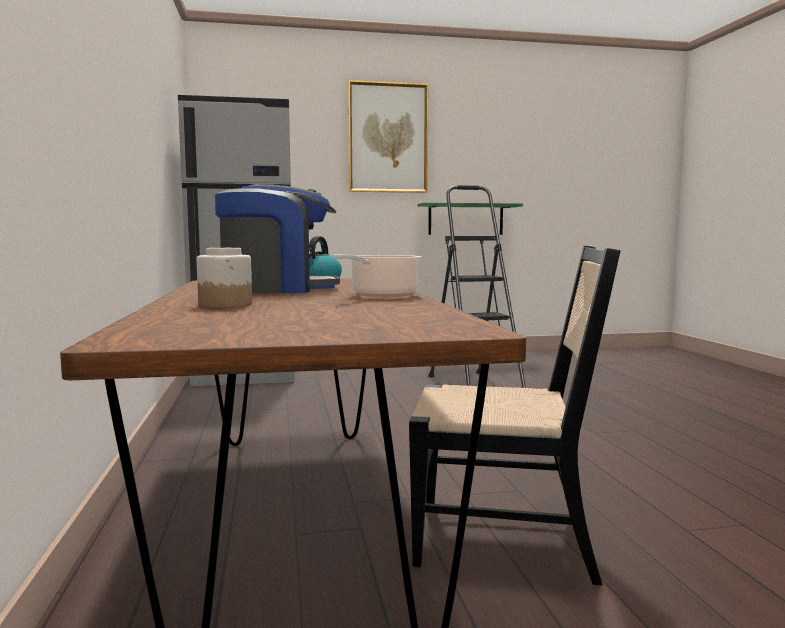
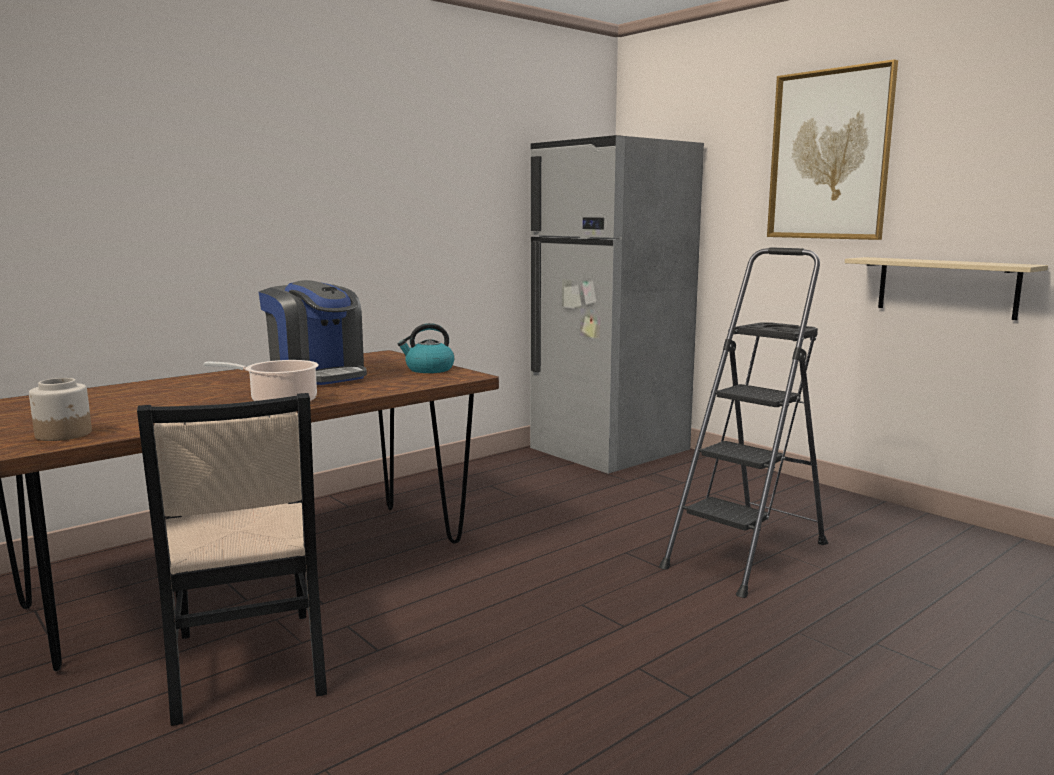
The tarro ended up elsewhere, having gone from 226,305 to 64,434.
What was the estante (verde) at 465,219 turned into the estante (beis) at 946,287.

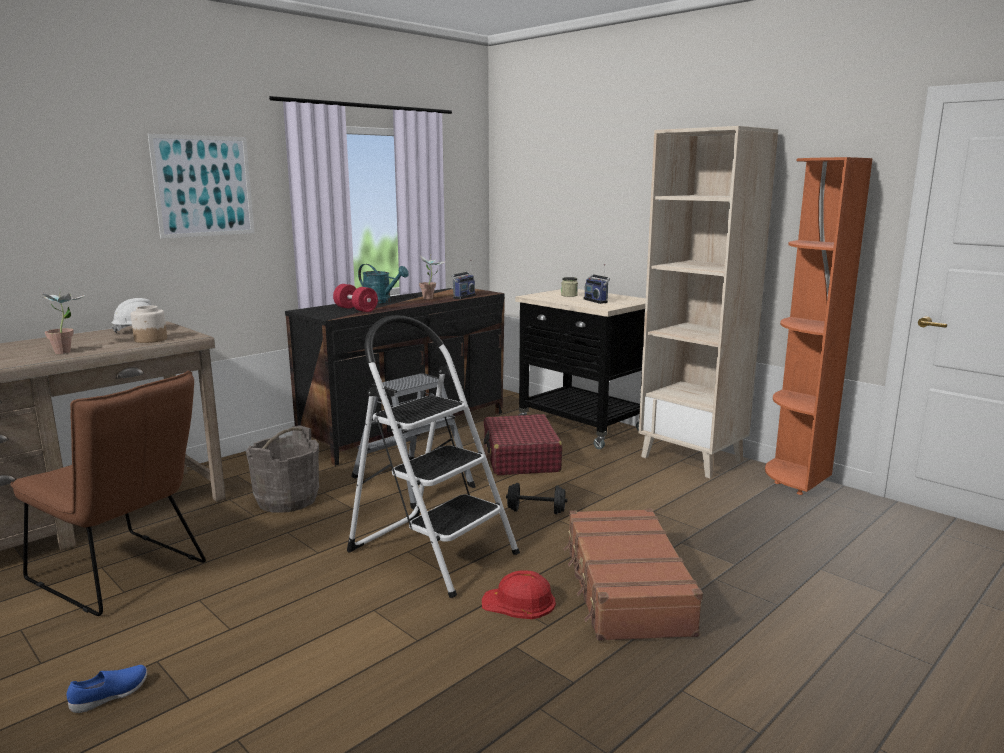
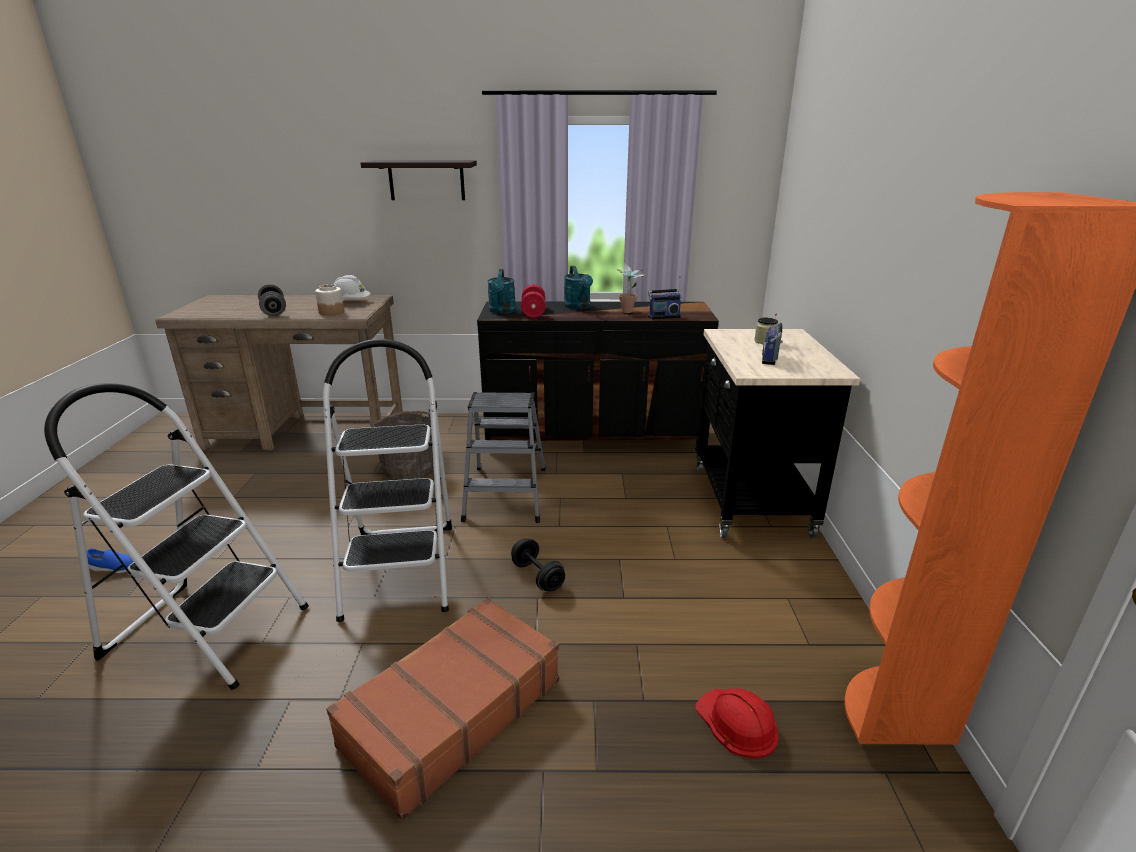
The second view gained the escalera de tijera at 203,630.
Where the planta en maceta stood at 68,351, the mancuerna (gris) came to stand at 274,311.
Where the cuadro hung at 204,186, the estante came to hang at 426,180.
The second view gained the regadera (turquesa) at 502,311.
The casco (rojo) ended up elsewhere, having gone from 519,602 to 737,723.
The second view lost the silla (marrón) at 124,575.
The second view lost the maleta (rojo) at 520,458.
The second view lost the estantería (beis) at 693,458.

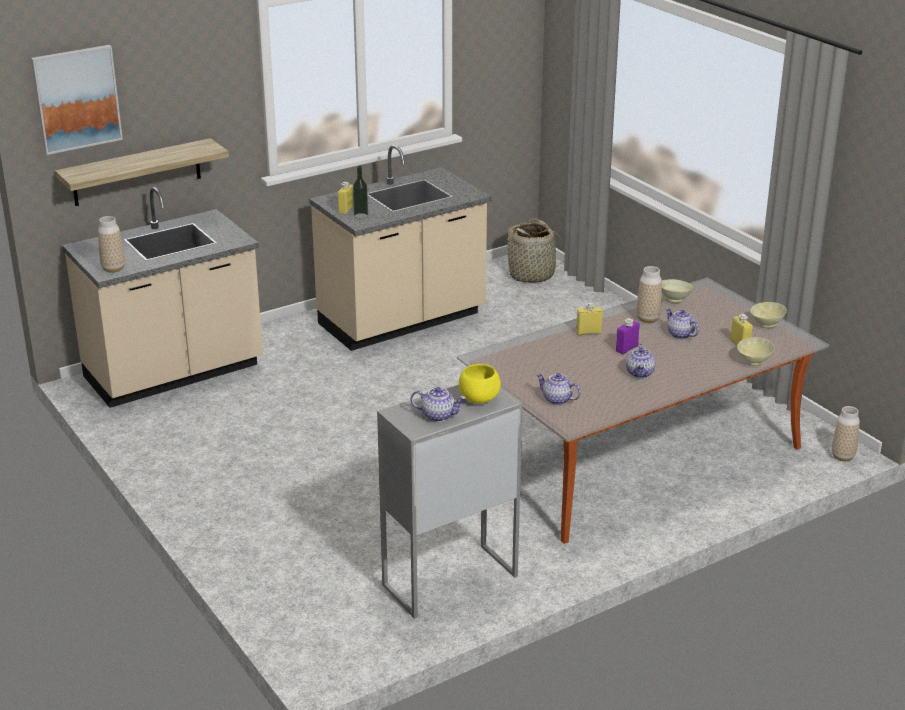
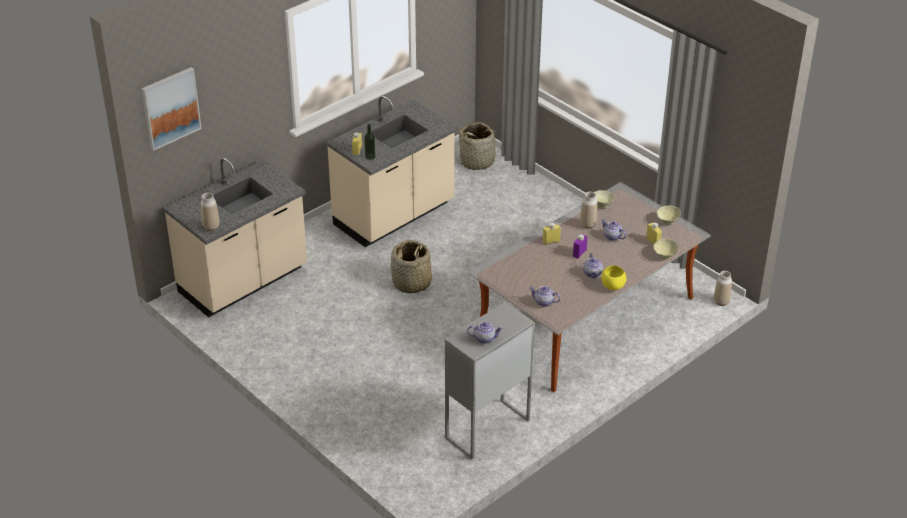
The second view gained the cesta at 412,283.
The cuenco (amarillo) ended up elsewhere, having gone from 479,399 to 613,286.
The second view lost the estante at 136,172.

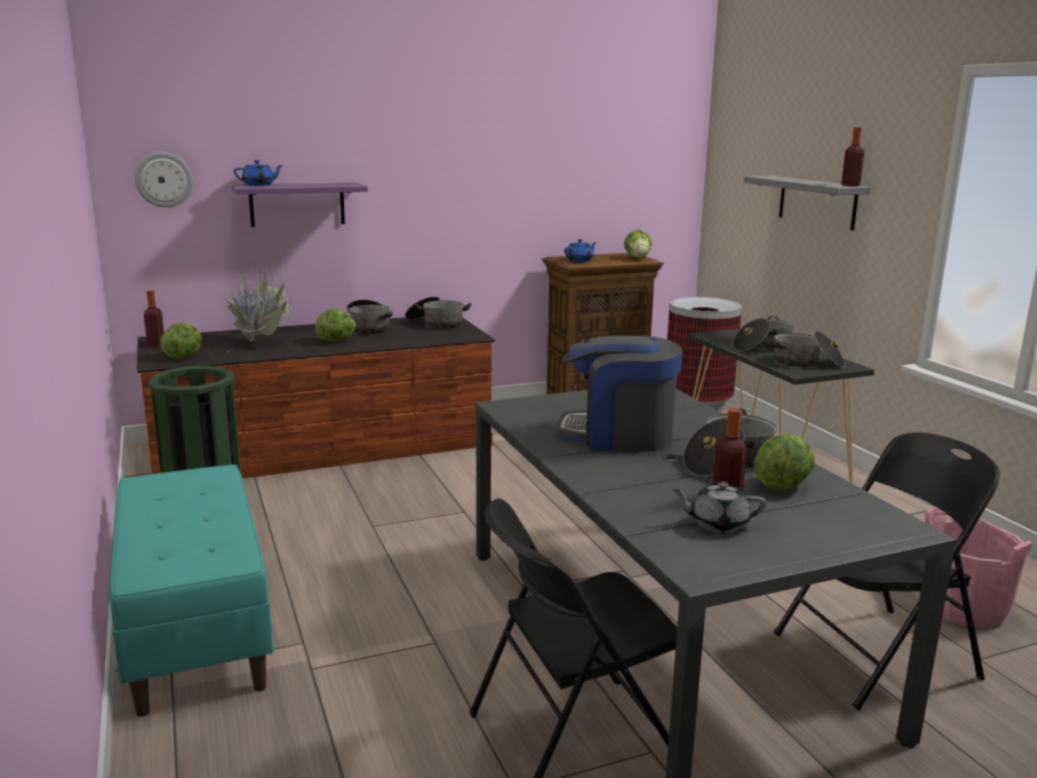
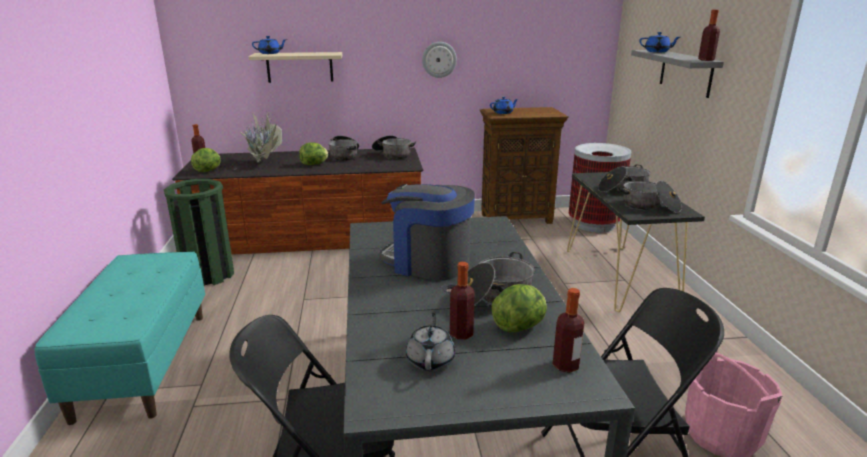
What was the estante (morado) at 297,204 turned into the estante (beis) at 299,67.
The tetera (gris) at 717,524 ended up facing another way, 75 degrees clockwise from before.
The reloj de pared ended up elsewhere, having gone from 164,179 to 439,59.
The second view gained the botella at 565,365.
The second view gained the tetera (azul) at 657,52.
The second view lost the lechuga at 637,258.

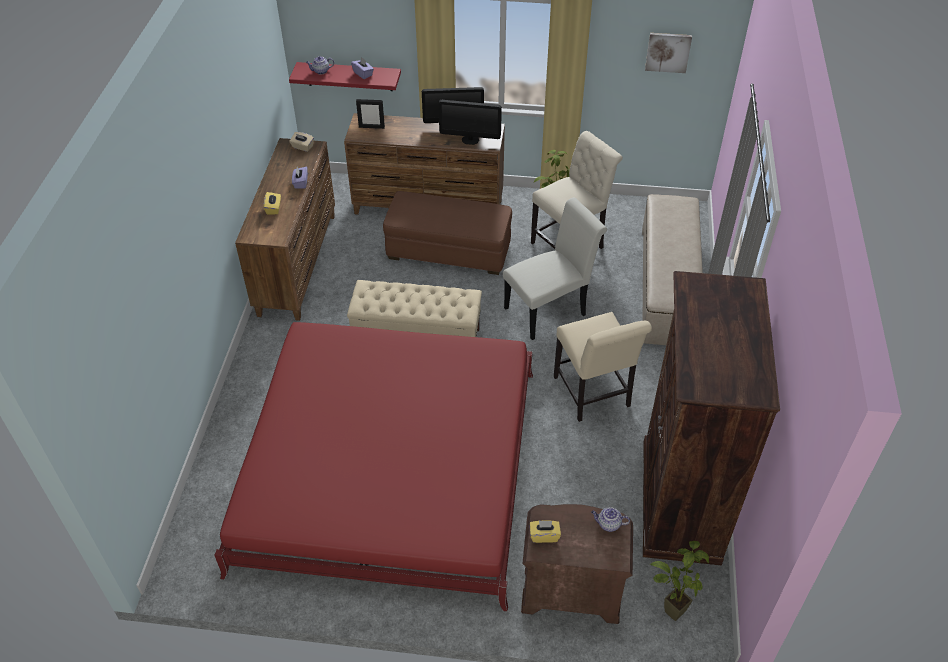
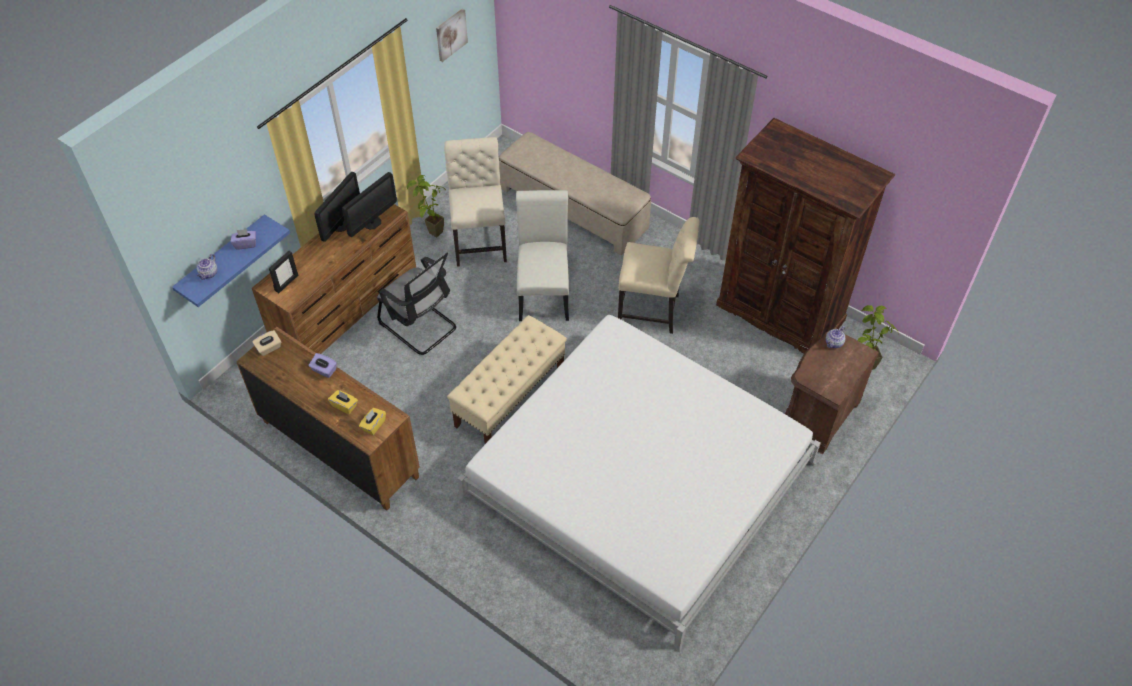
What was the estante (rojo) at 349,76 turned into the estante (azul) at 222,259.
The caja de pañuelos (amarillo) ended up elsewhere, having gone from 544,535 to 373,425.
Where the puf (marrón) stood at 448,251, the silla came to stand at 419,327.
What was the cama (rojo) at 390,468 turned into the cama (blanco) at 638,479.

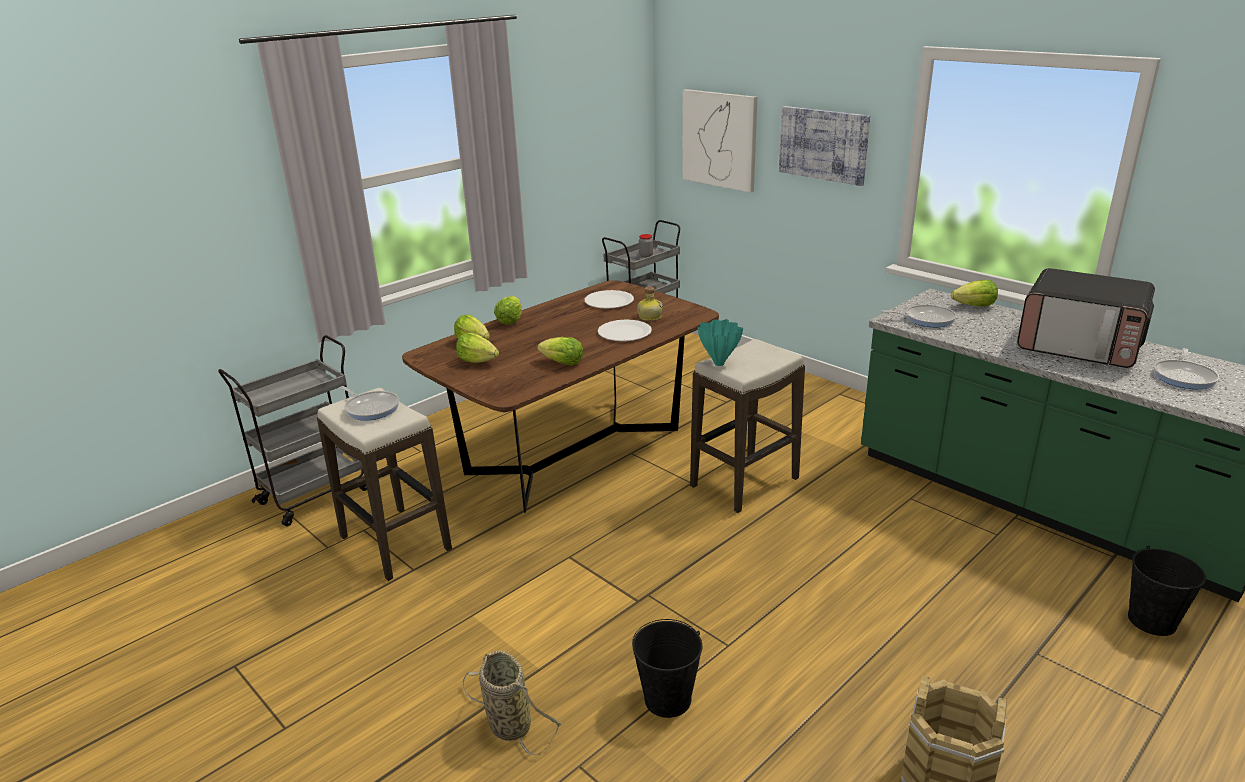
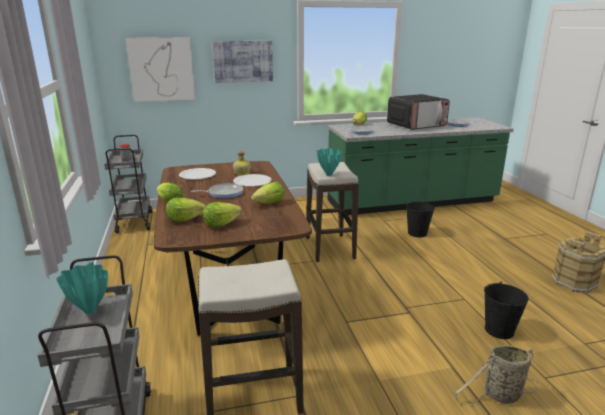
The second view gained the florero (turquesa) at 89,311.
The sartén ended up elsewhere, having gone from 371,408 to 223,193.
The cubo (negro) ended up elsewhere, having gone from 1152,620 to 417,233.

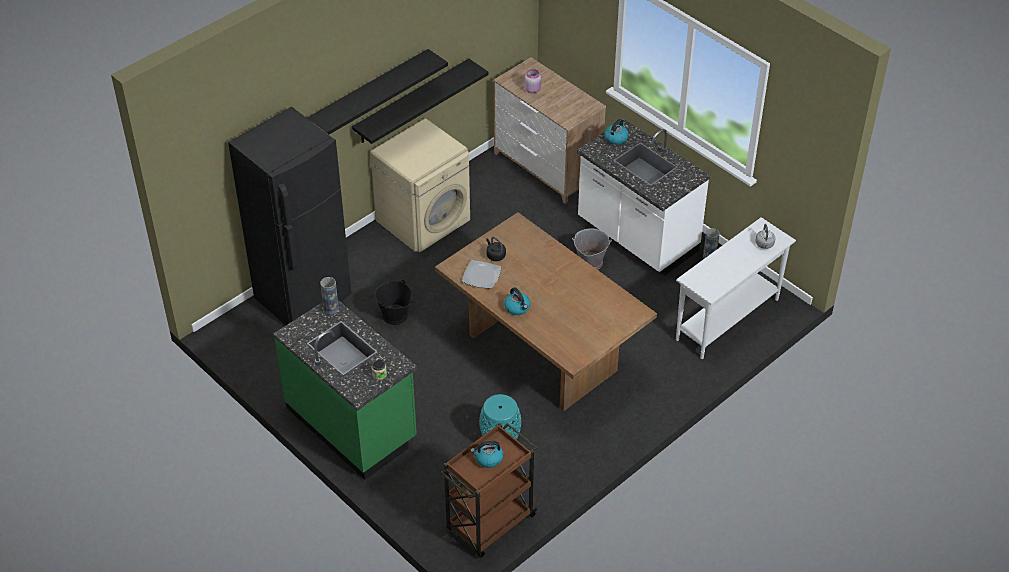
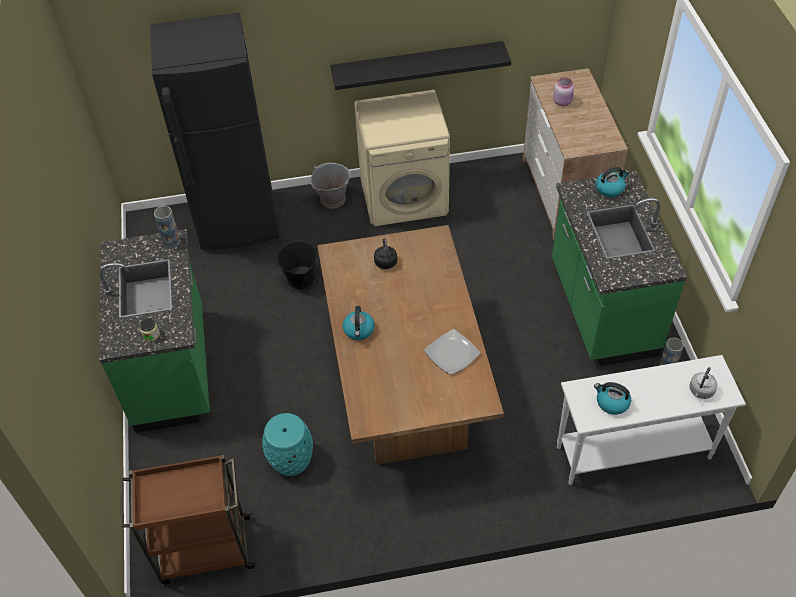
The cubo (gris) ended up elsewhere, having gone from 590,262 to 332,199.
The plato ended up elsewhere, having gone from 481,276 to 451,353.
What was the mueble bajo de cocina (blanco) at 636,237 turned into the mueble bajo de cocina (verde) at 601,309.
The hervidor ended up elsewhere, having gone from 488,459 to 611,402.
The second view lost the estante (negro) at 368,93.

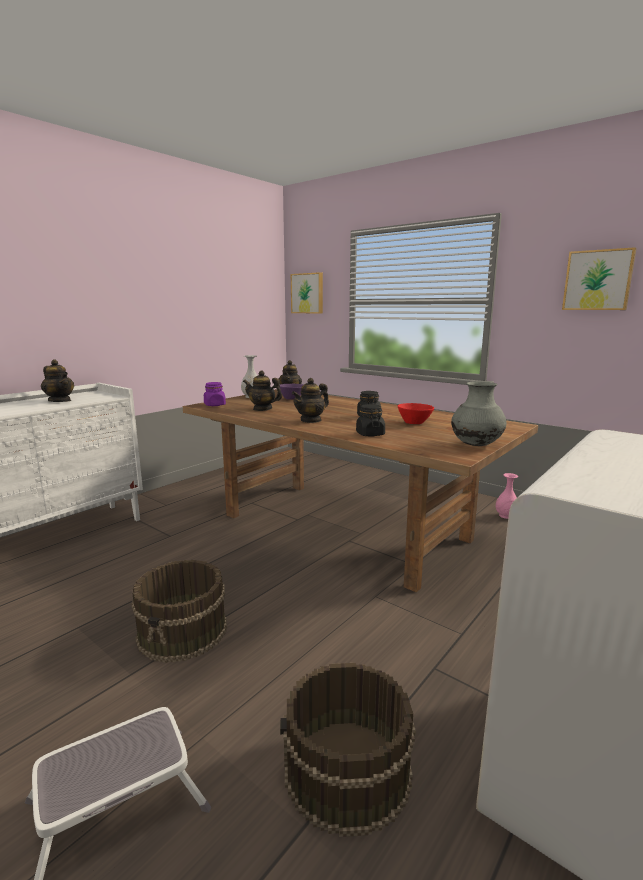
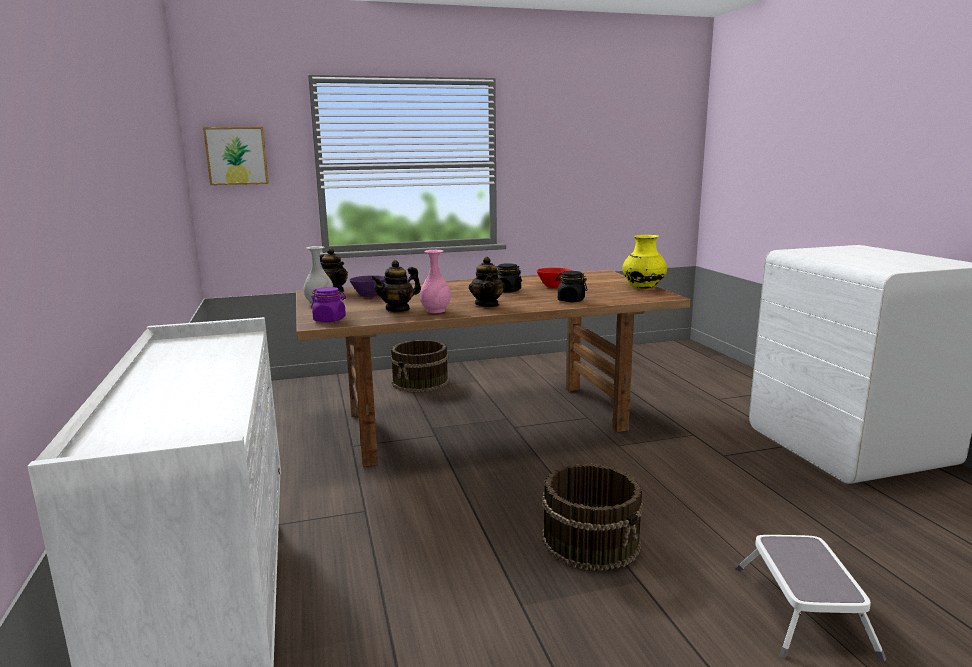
The cubo (marrón) ended up elsewhere, having gone from 347,773 to 421,382.
The florero (rosa) ended up elsewhere, having gone from 506,516 to 436,311.
What was the florero (gris) at 476,445 turned into the florero (amarillo) at 643,288.
The second view lost the tetera at 60,401.
The second view lost the cuadro at 598,280.

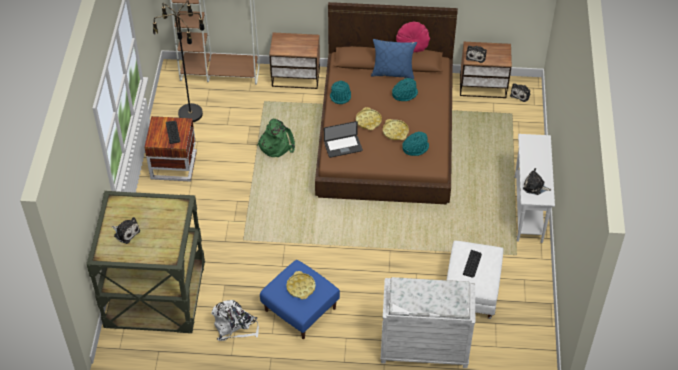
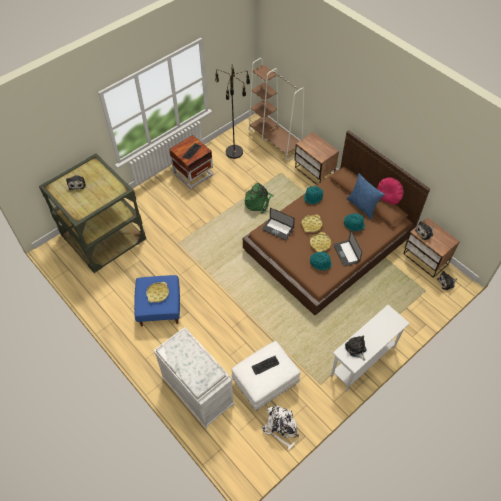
The mochila (blanco) ended up elsewhere, having gone from 235,326 to 281,427.
The second view gained the portátil at 346,253.

